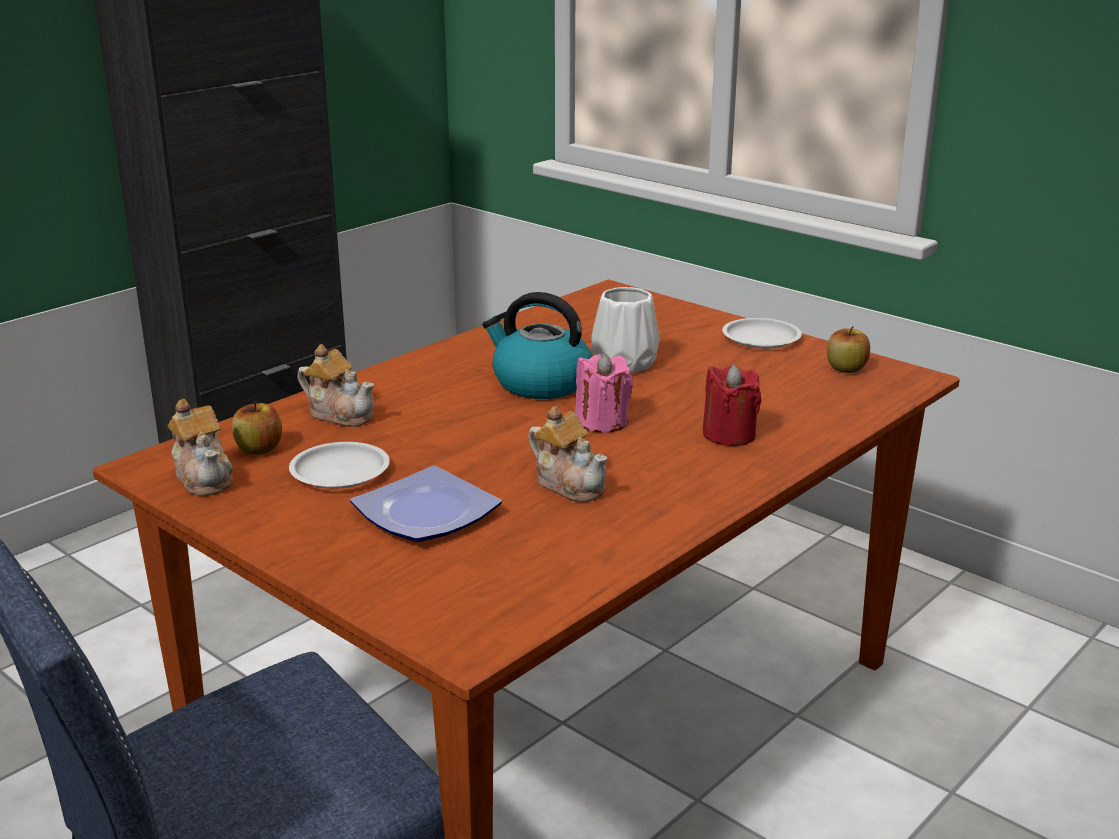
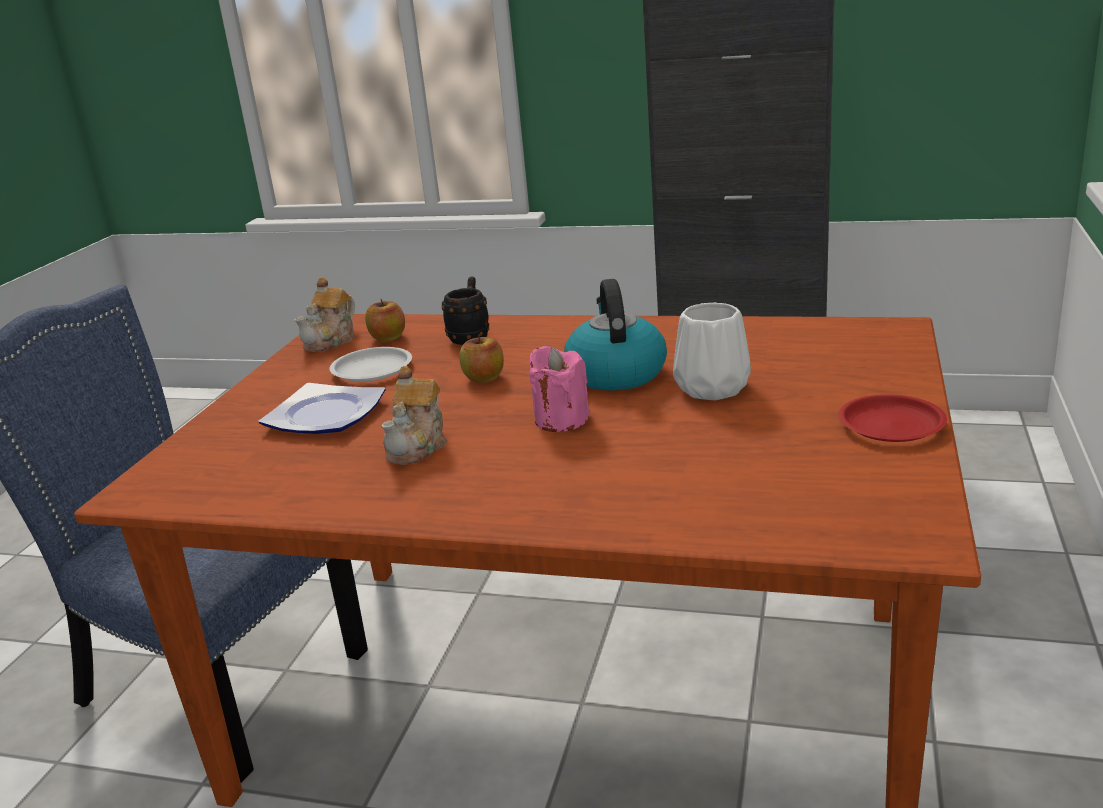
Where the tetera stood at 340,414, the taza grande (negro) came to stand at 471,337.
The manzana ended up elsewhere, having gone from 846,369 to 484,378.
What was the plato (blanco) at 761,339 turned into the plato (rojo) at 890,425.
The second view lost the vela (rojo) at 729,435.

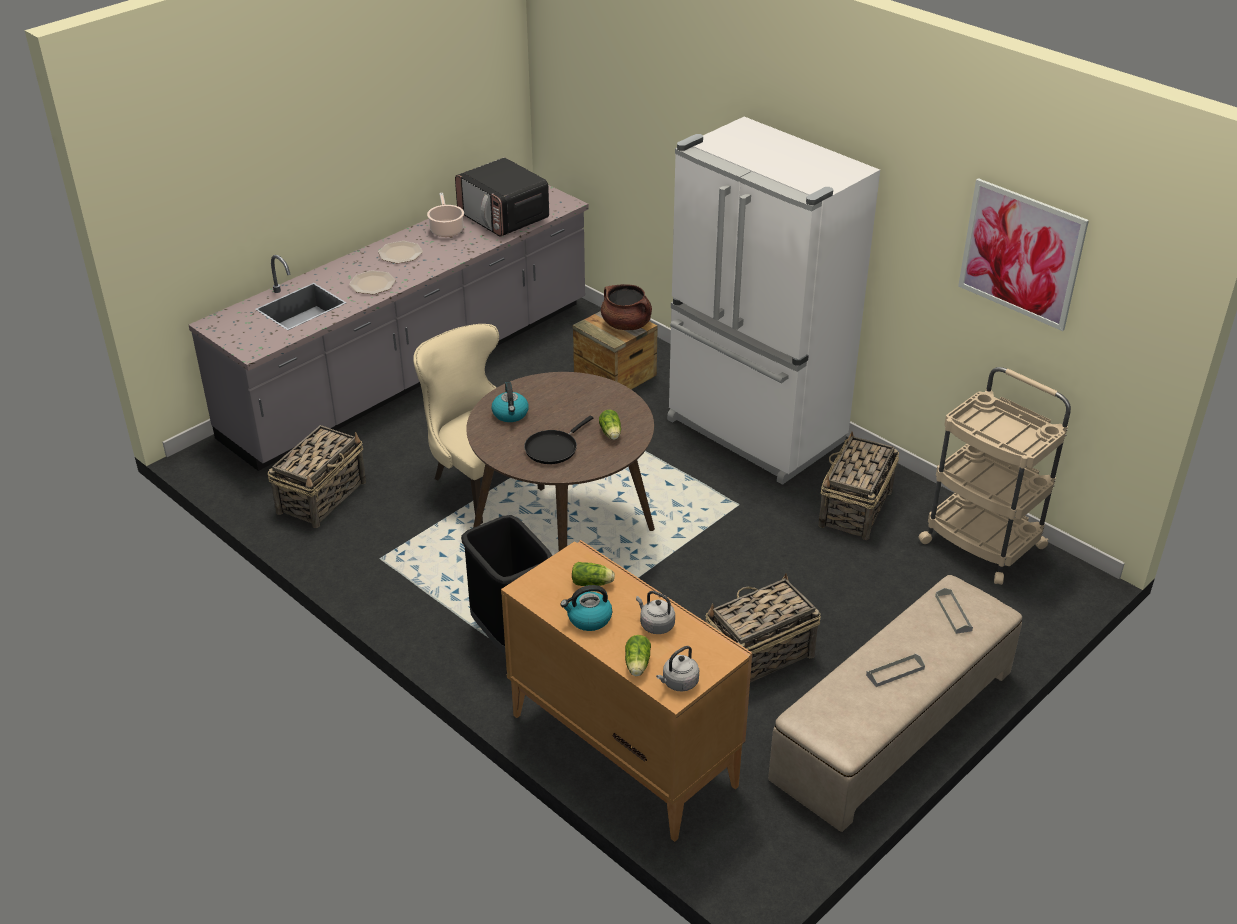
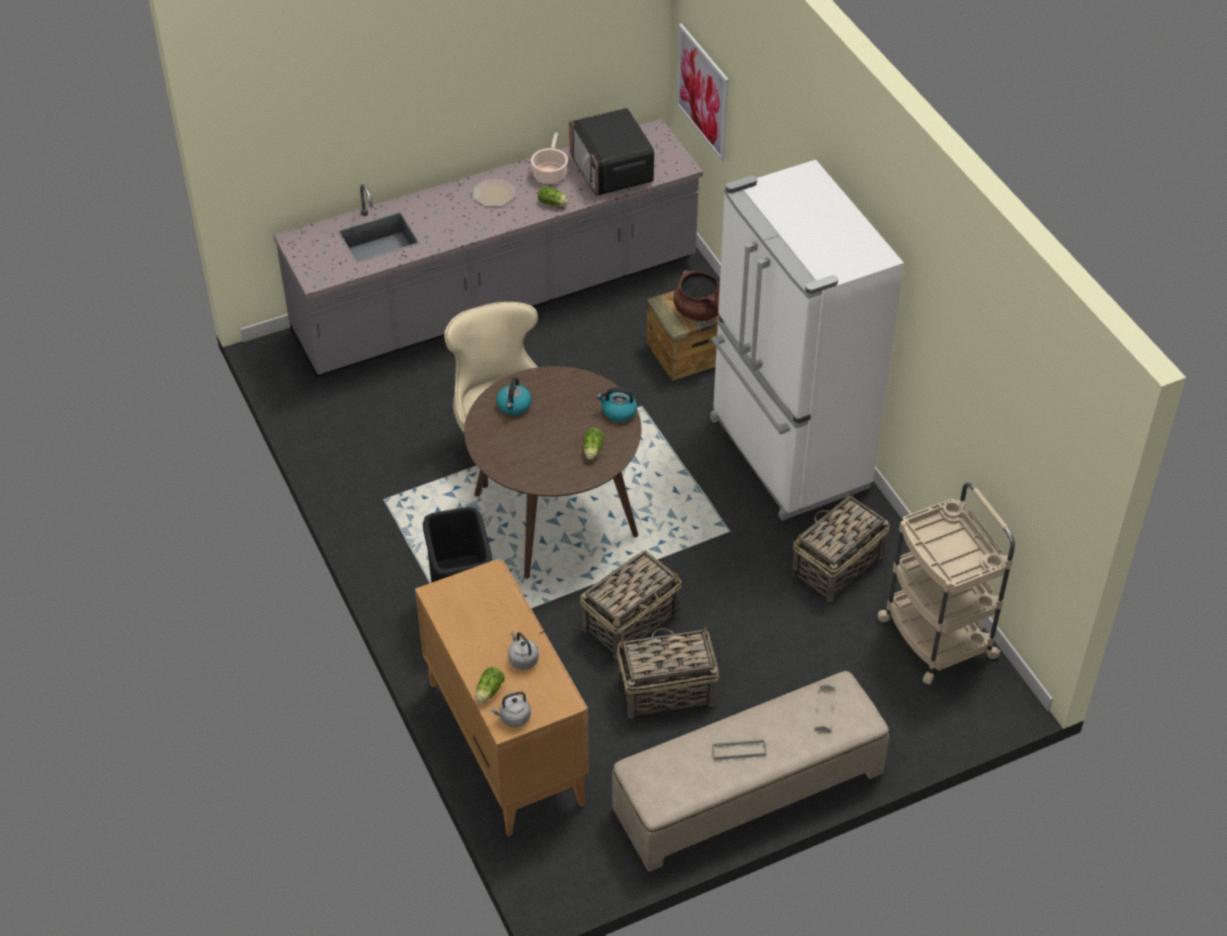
The lechuga ended up elsewhere, having gone from 593,583 to 553,203.
The cesta ended up elsewhere, having gone from 322,496 to 631,621.
The hervidor ended up elsewhere, having gone from 588,619 to 618,412.
The cuadro ended up elsewhere, having gone from 1021,254 to 703,92.
The second view lost the plato at 372,284.
The second view lost the sartén (negro) at 553,448.

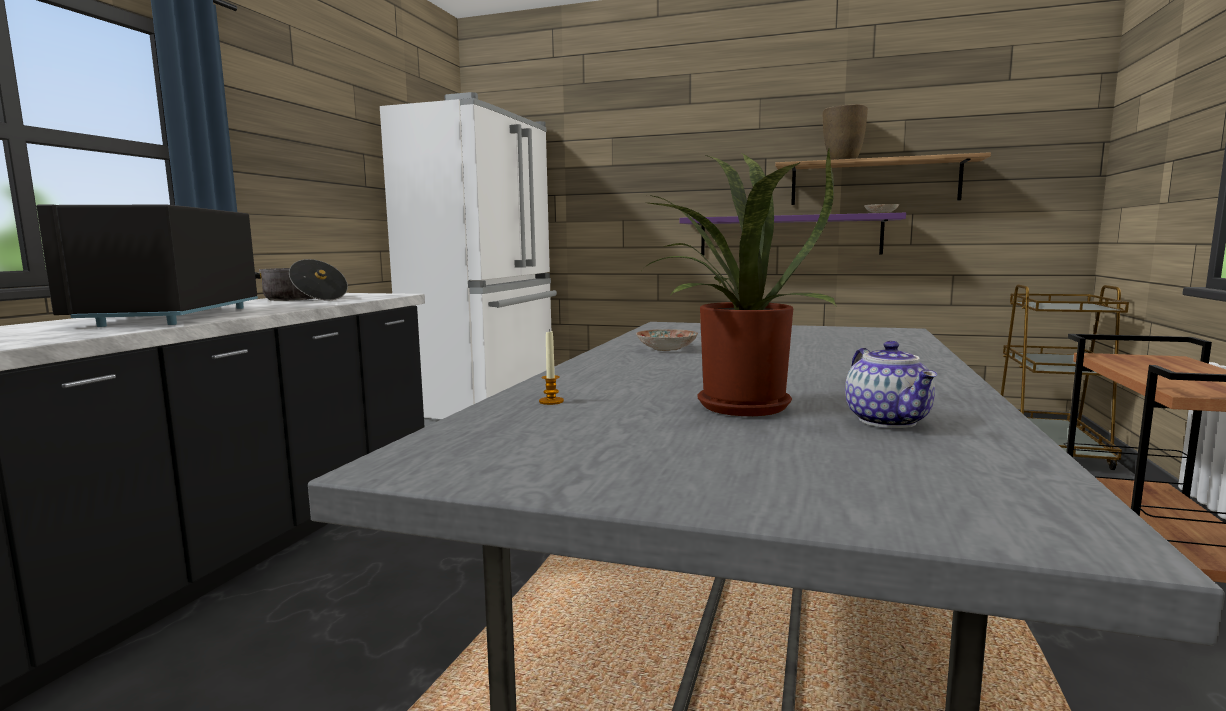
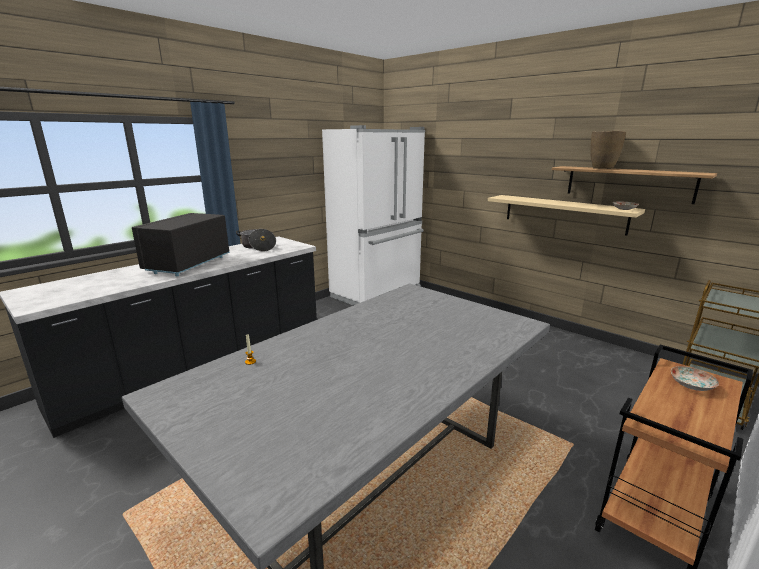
What was the estante (morado) at 789,235 turned into the estante (beis) at 563,213.
The plato ended up elsewhere, having gone from 667,349 to 692,385.
The second view lost the planta en maceta at 733,407.
The second view lost the tetera at 889,421.

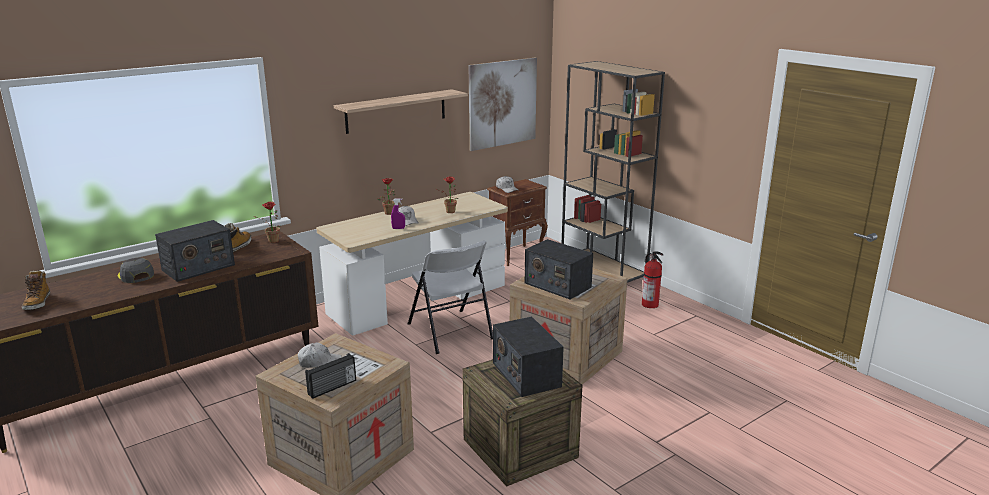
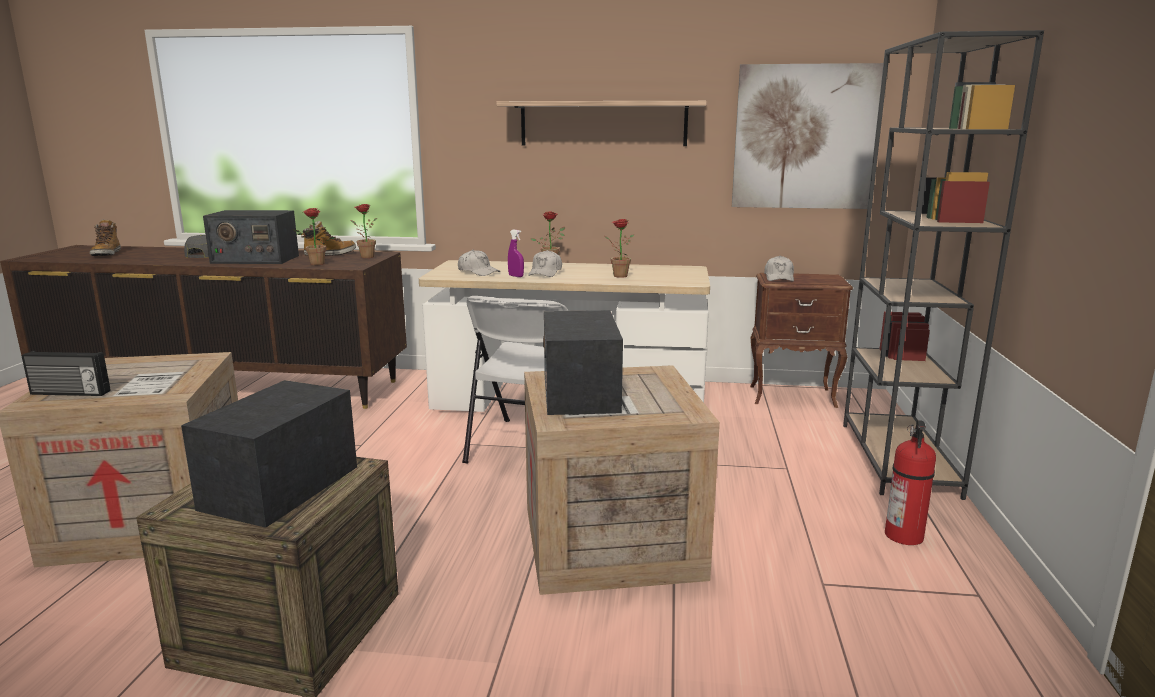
The bota at 37,303 ended up facing another way, 45 degrees counterclockwise from before.
The second view gained the planta en maceta at 315,264.
The gorra (blanco) ended up elsewhere, having gone from 319,362 to 478,272.

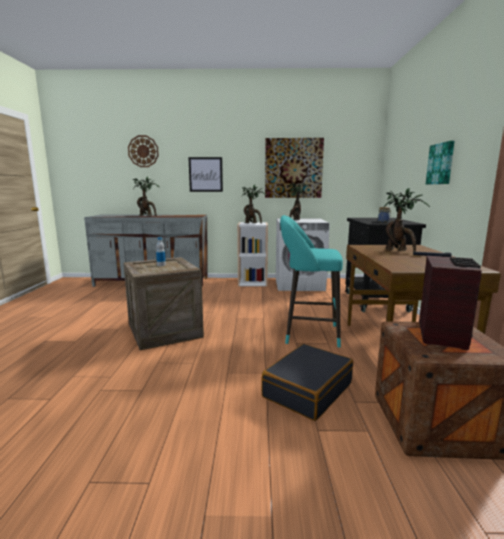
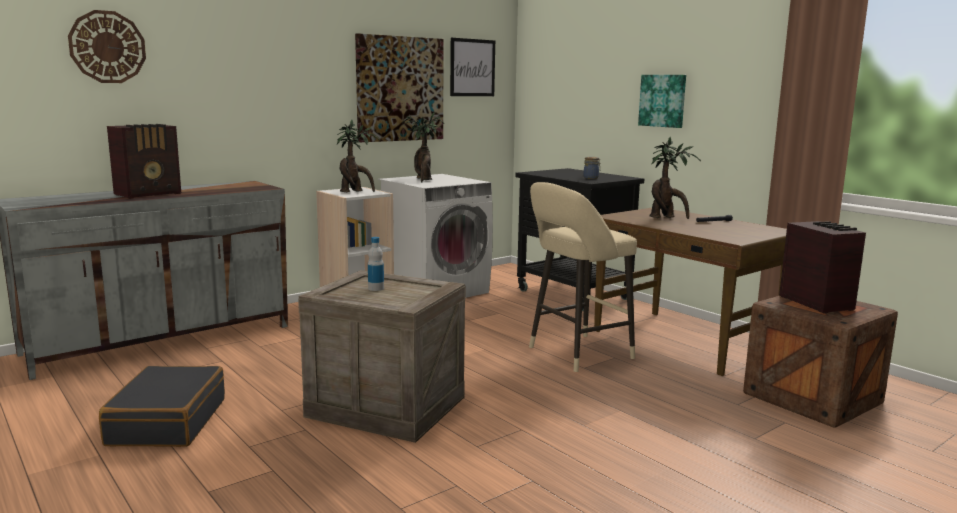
The maleta (negro) ended up elsewhere, having gone from 307,390 to 167,422.
Where the planta en maceta stood at 147,215, the radio came to stand at 149,194.
The cuadro ended up elsewhere, having gone from 205,174 to 472,67.
What was the taburete (turquesa) at 307,334 turned into the taburete (beis) at 575,353.

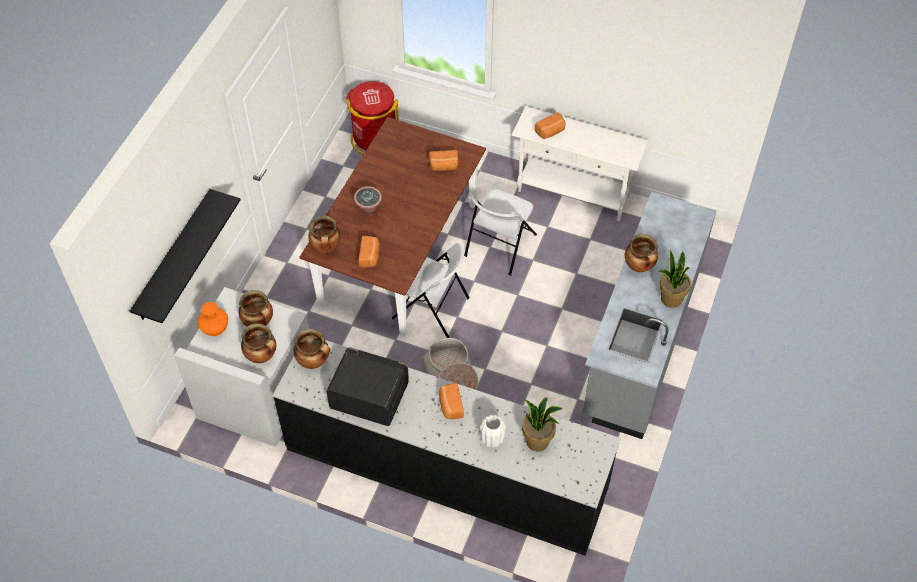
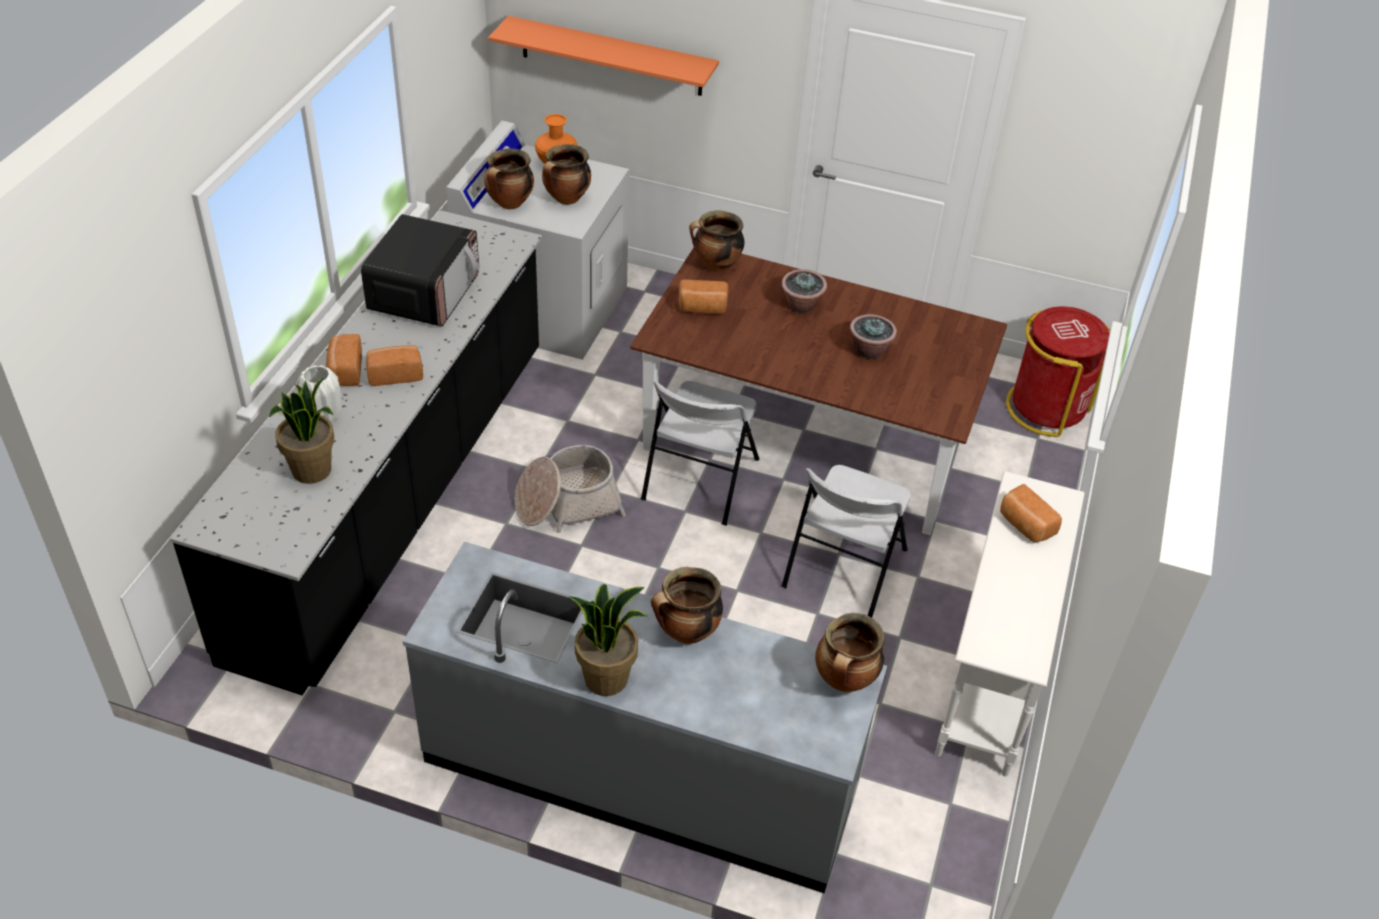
The pan ended up elsewhere, having gone from 444,166 to 345,371.
What was the estante (negro) at 173,256 turned into the estante (naranja) at 611,56.
The silla (blanco) at 500,245 ended up facing another way, 90 degrees counterclockwise from before.
The olla ended up elsewhere, having gone from 314,361 to 845,681.
The second view gained the planta en maceta at 869,350.

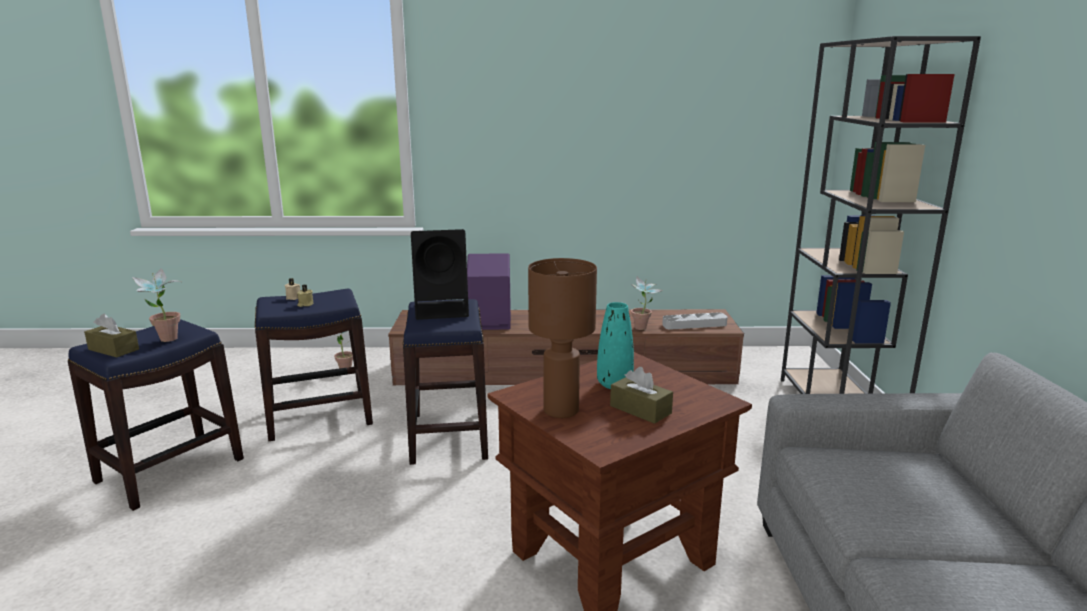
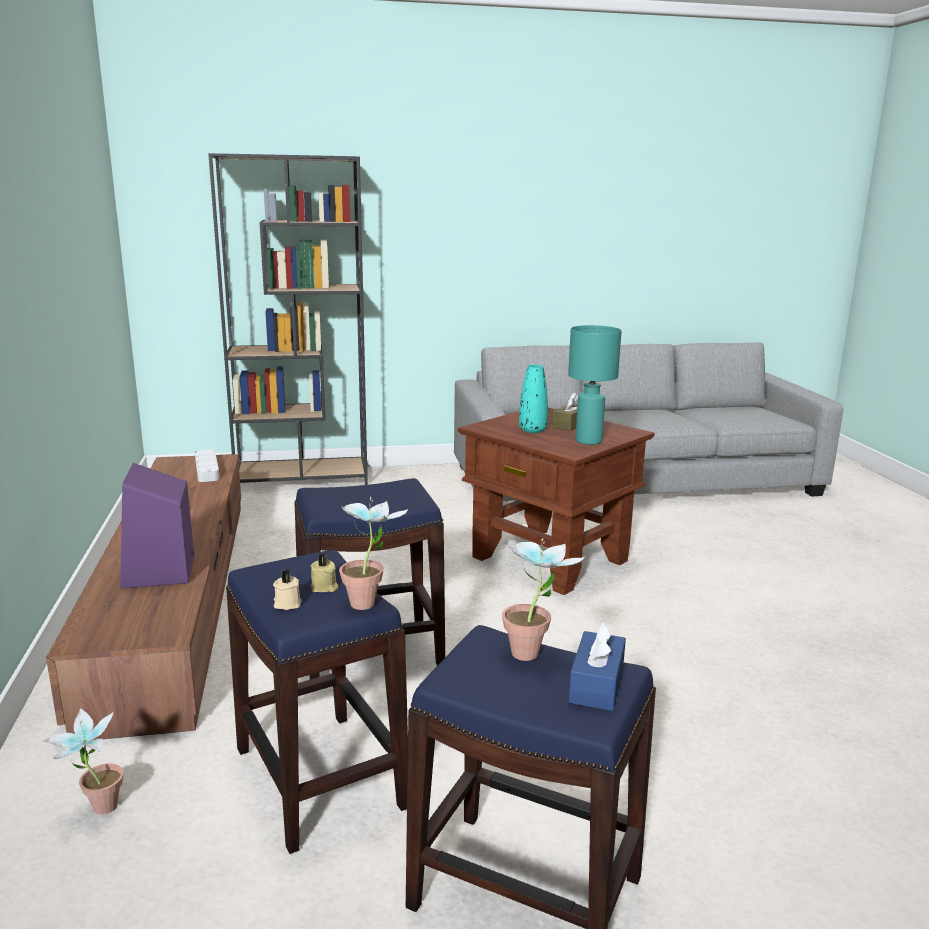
The planta en maceta ended up elsewhere, having gone from 643,329 to 371,601.
What was the lámpara de mesa (marrón) at 561,410 turned into the lámpara de mesa (turquesa) at 587,441.
What was the caja de pañuelos (marrón) at 113,349 turned into the caja de pañuelos (azul) at 596,684.
The second view lost the altavoz (negro) at 443,309.

